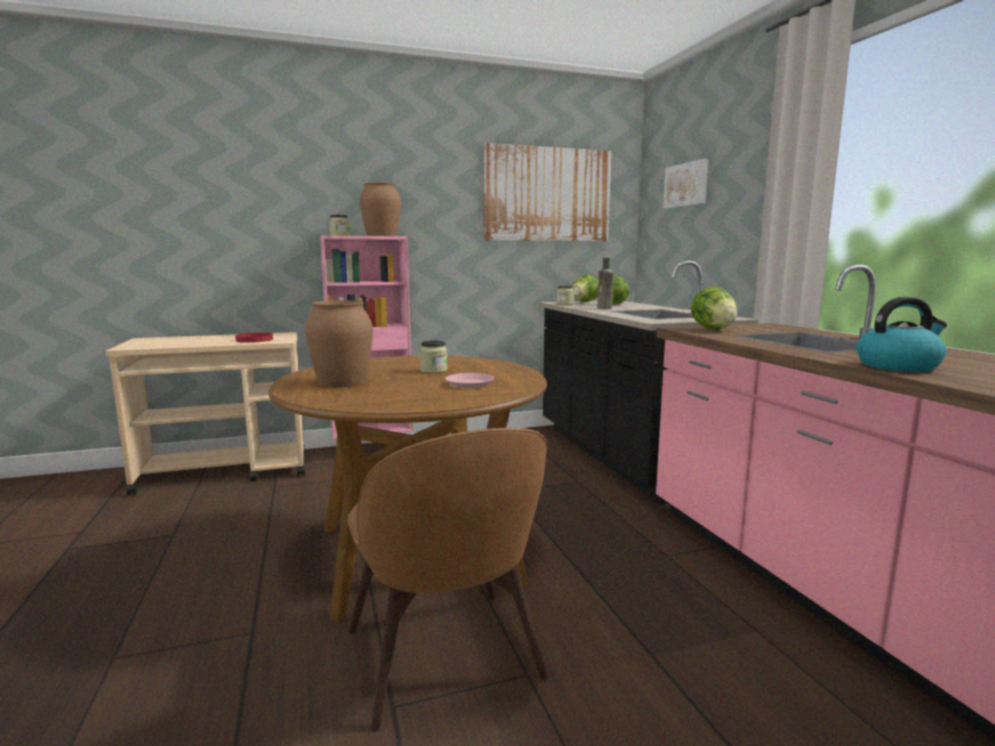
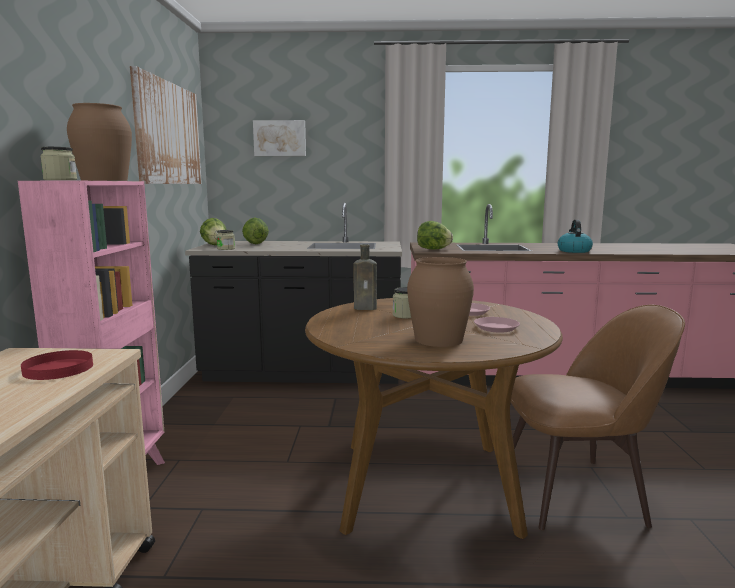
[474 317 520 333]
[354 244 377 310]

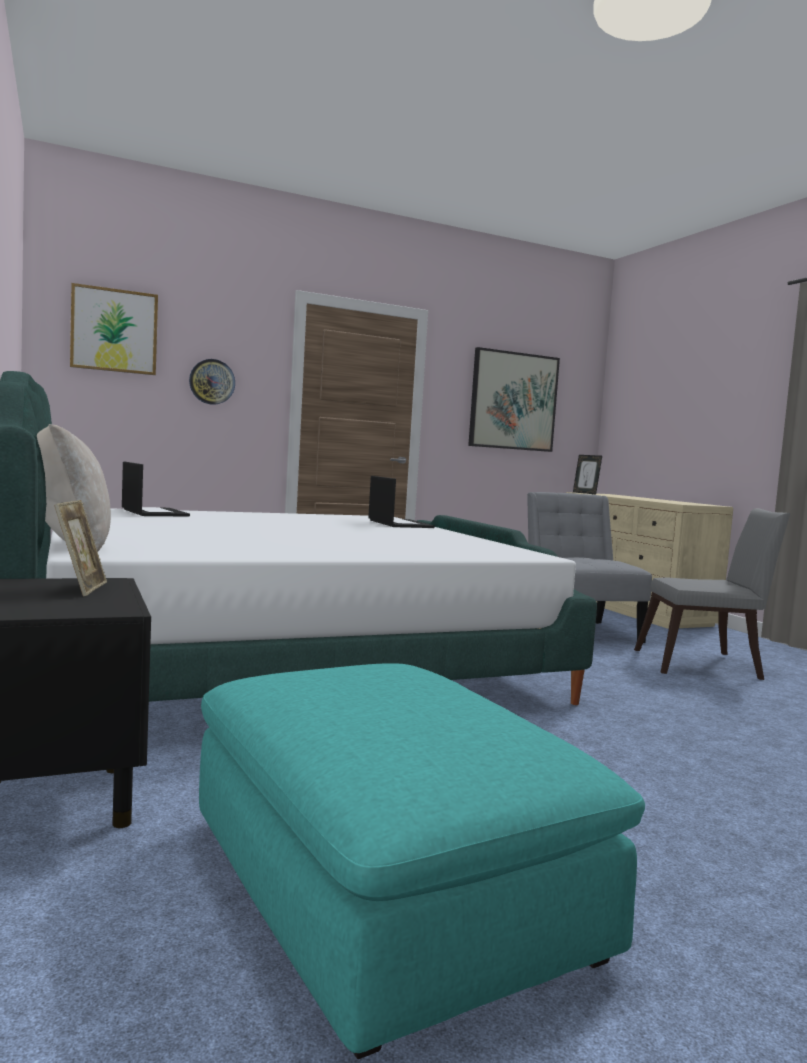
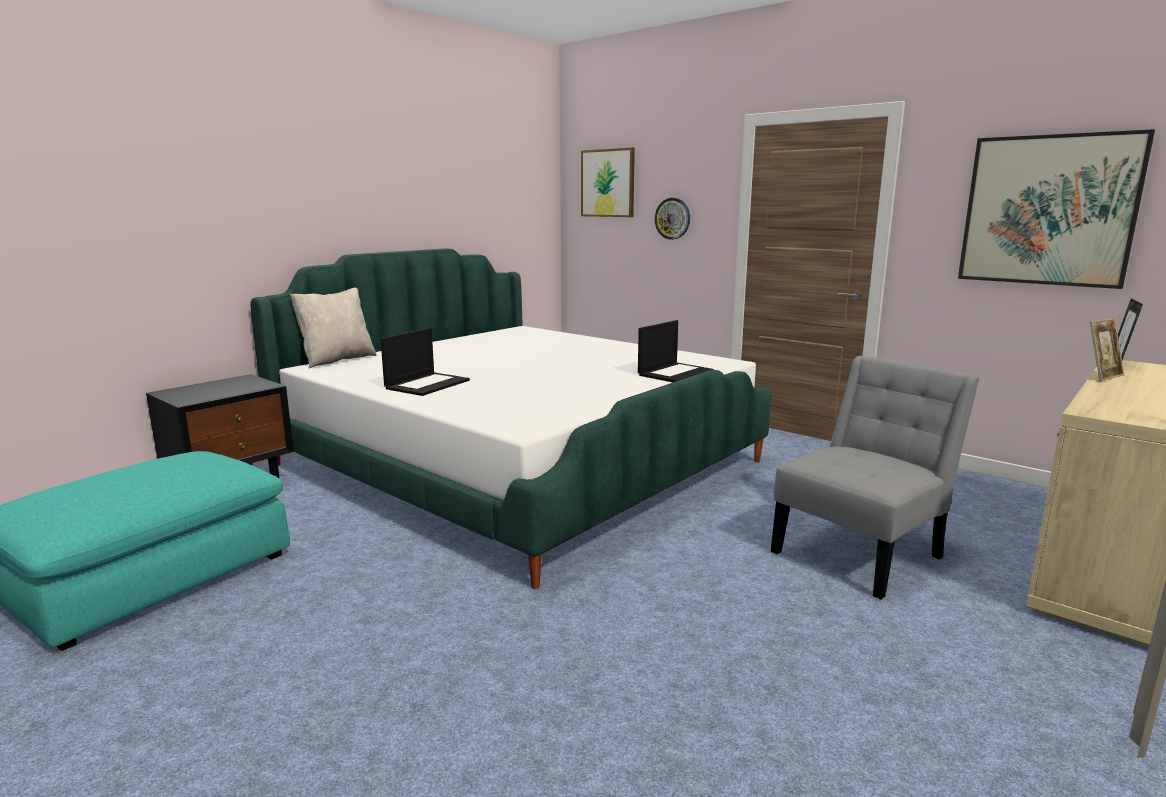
[634 508 790 680] (first image)
[1090 318 1124 382]
[381 328 470 396]

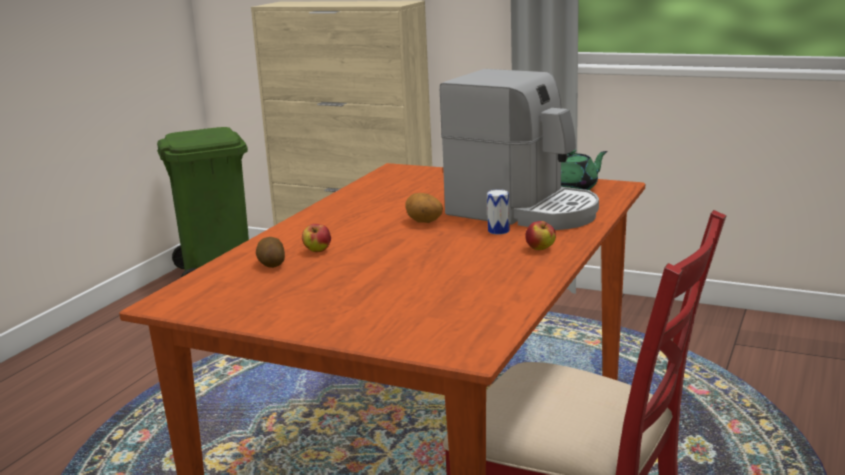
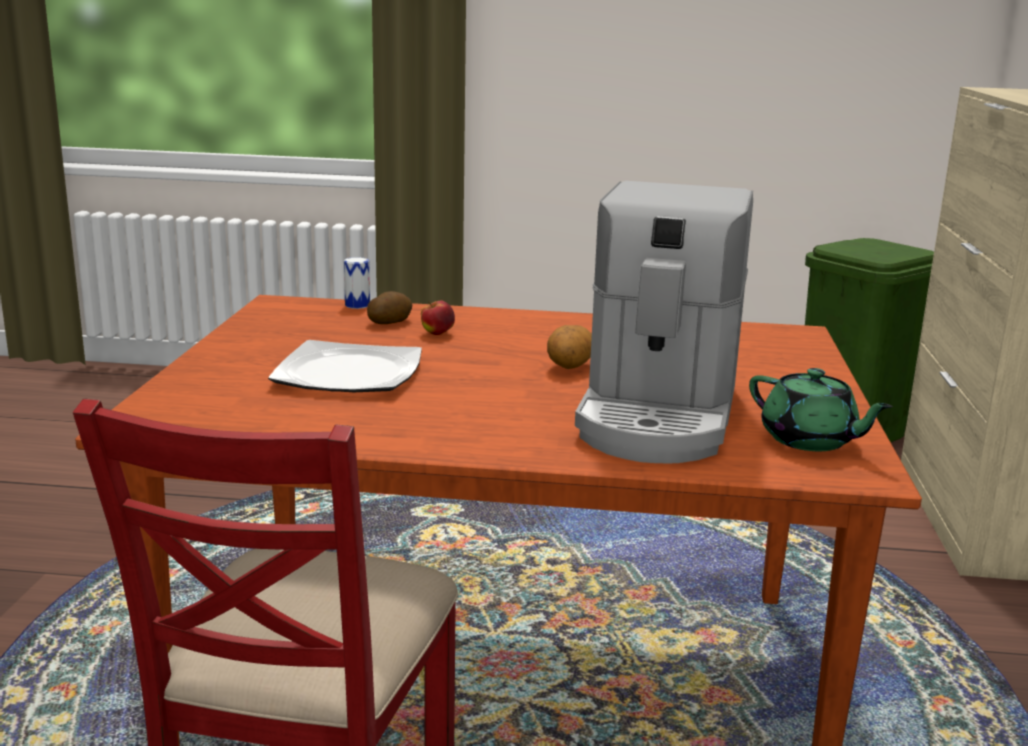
[525 221 556 250] (first image)
[268 340 422 392]
[344 257 370 309]

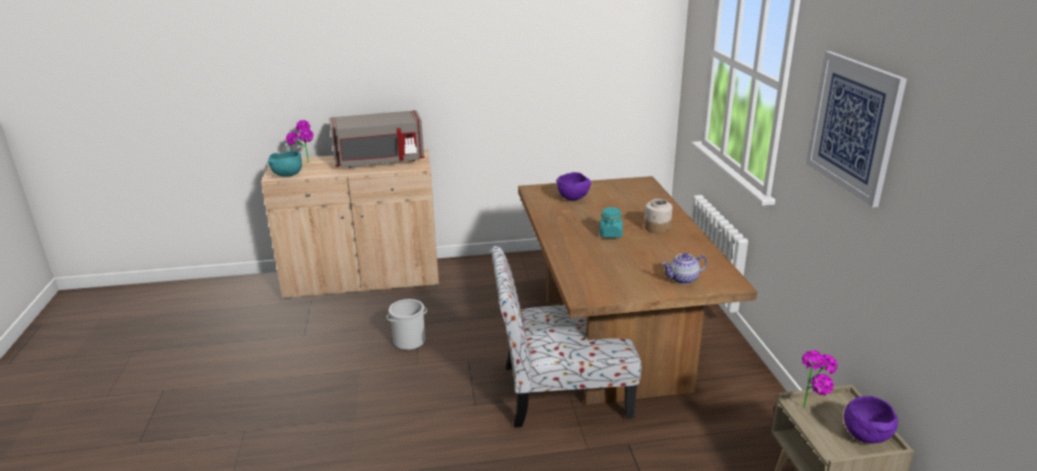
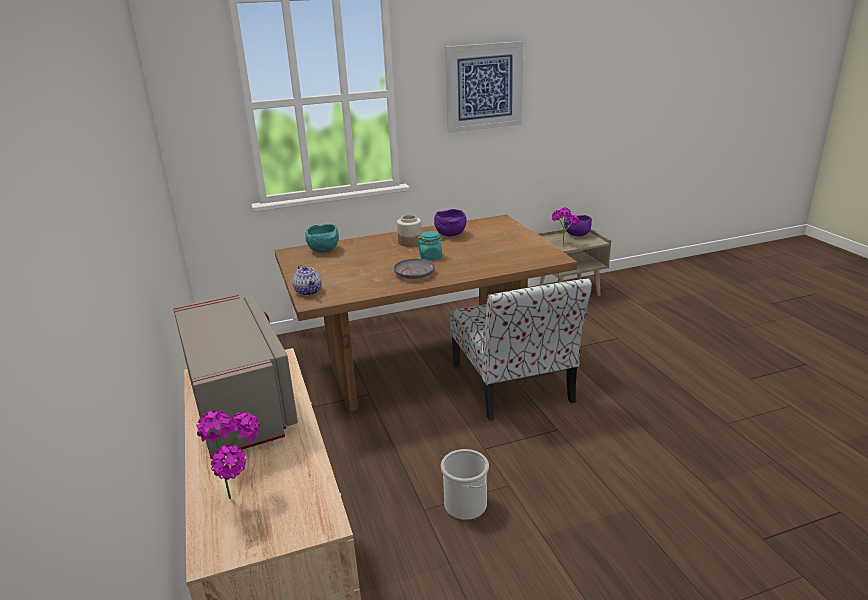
[394 258 435 279]
[305 224 339 252]
[434 209 466 236]
[292 265 322 296]

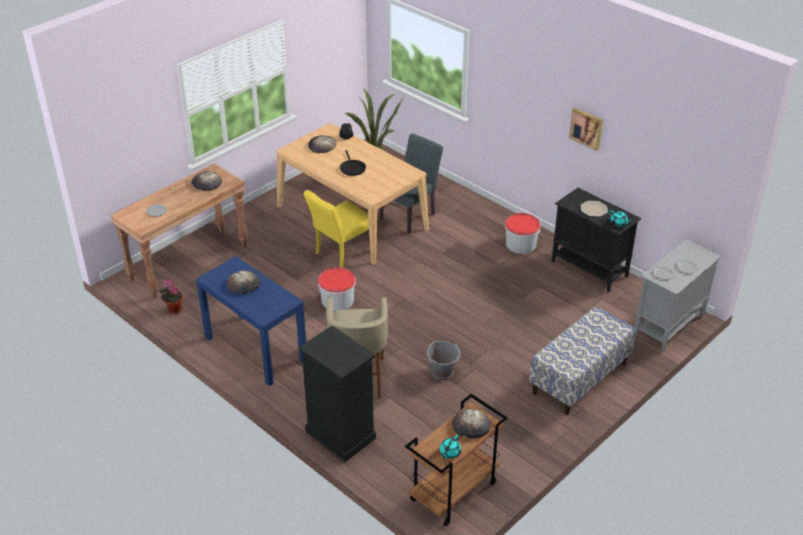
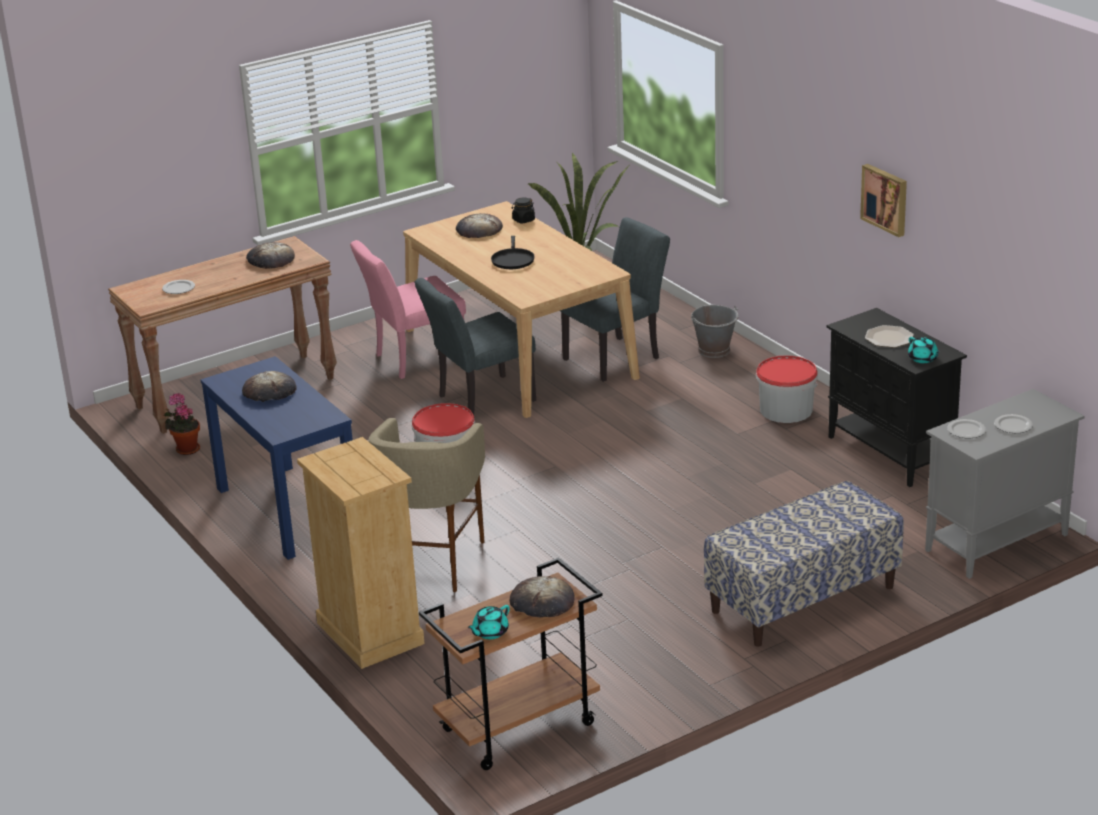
[350 240 466 379]
[691 305 739 358]
[297 437 425 669]
[415 278 536 415]

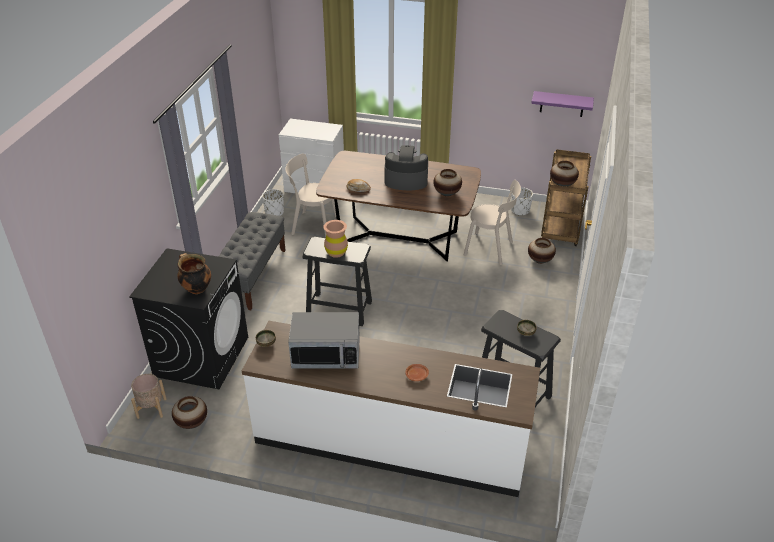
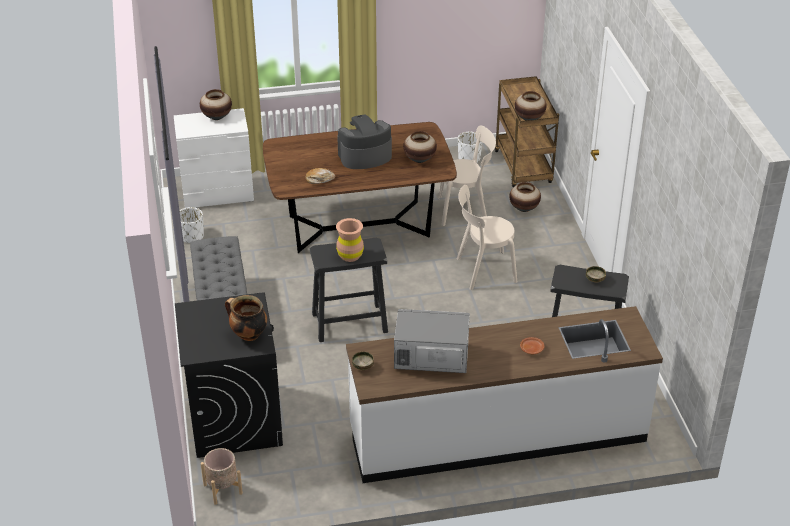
[531 91 594 117] (first image)
[200 89 232 120]
[457 185 517 290]
[394 309 470 373]

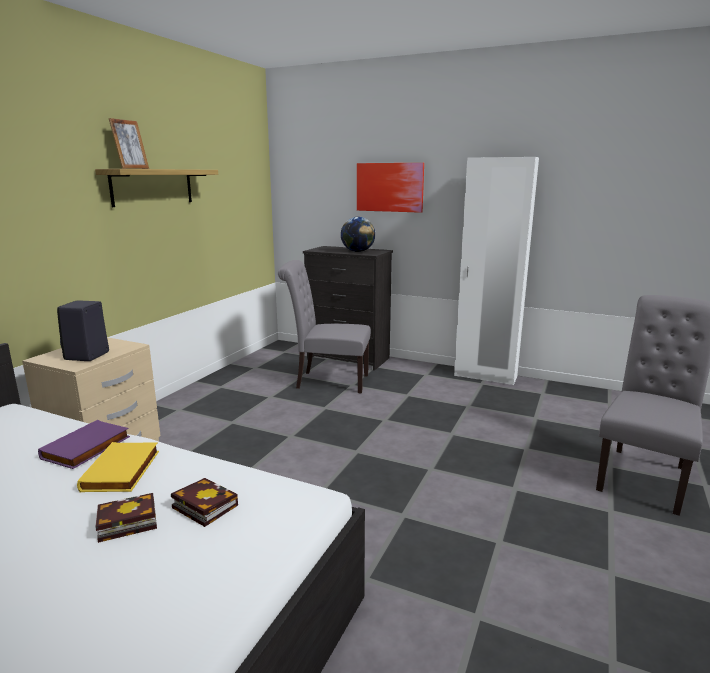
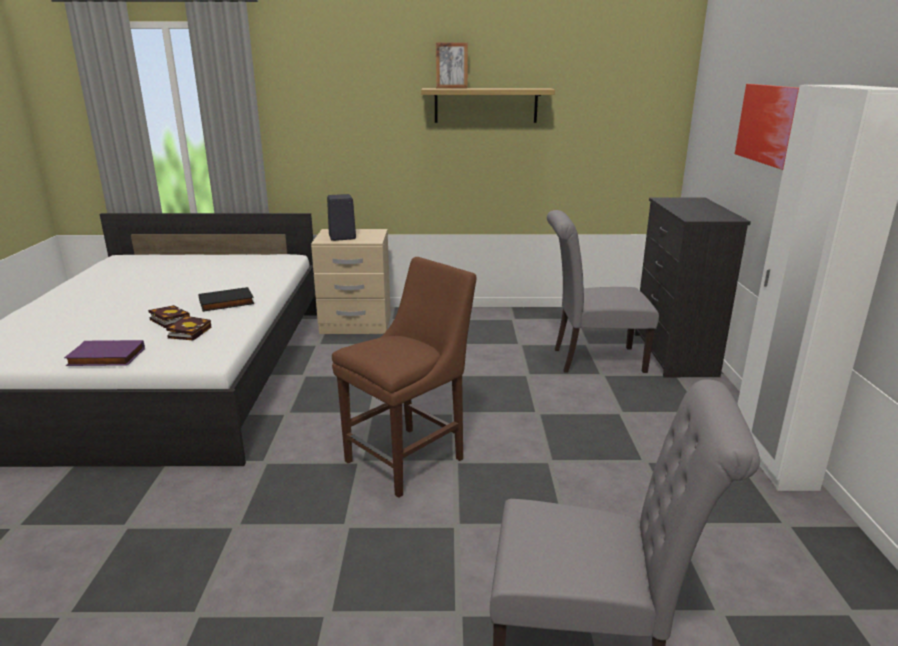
[341 217 375 252] (first image)
[332 257 476 498]
[64 340 145 366]
[198 287 254 312]
[547 210 659 373]

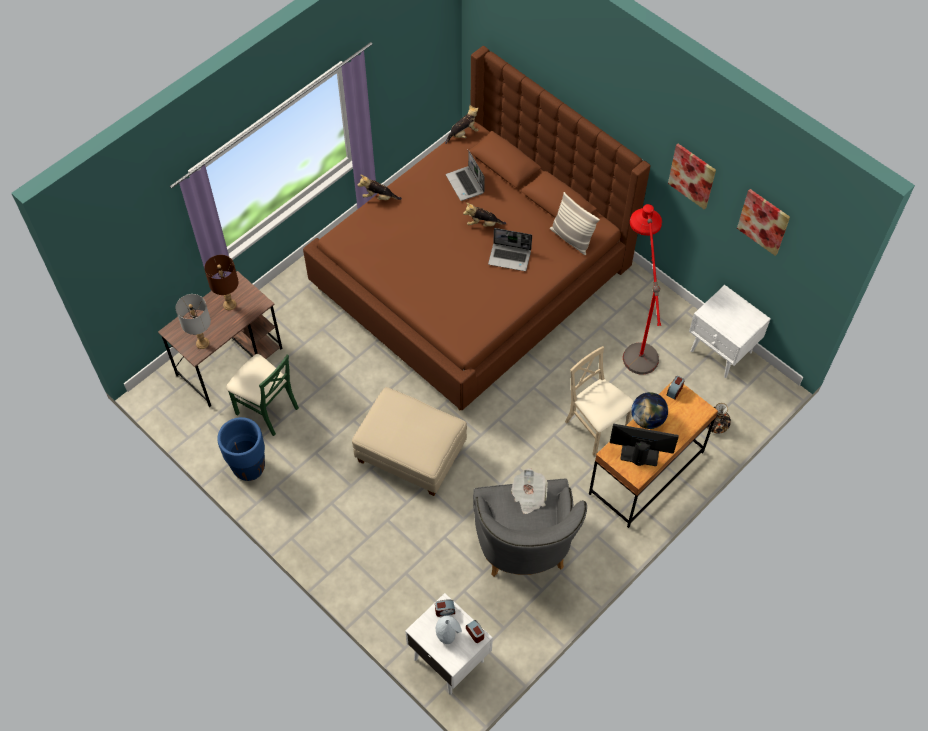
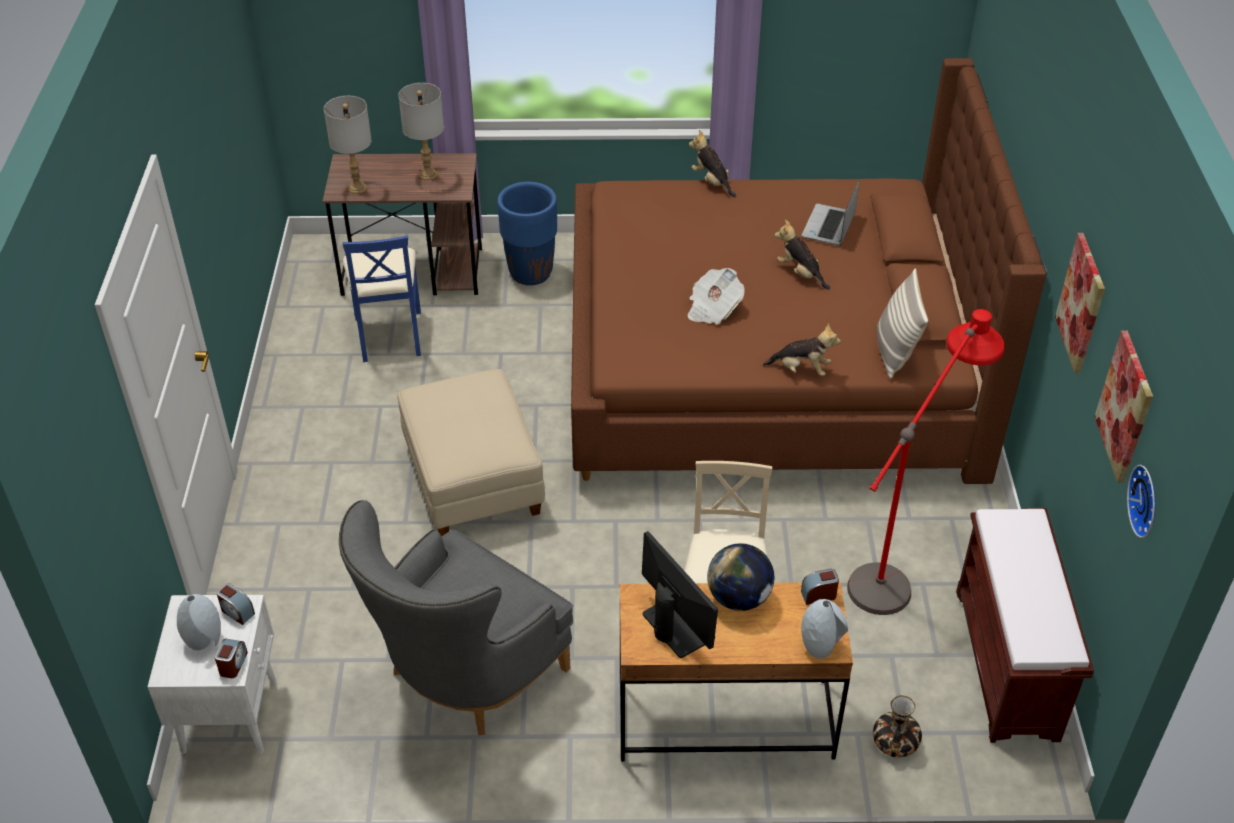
[488 228 532 271] (first image)
[801 599 848 659]
[1127 465 1156 538]
[497 182 557 285]
[763 323 841 376]
[688 268 745 325]
[956 508 1094 743]
[398 83 444 180]
[342 236 421 362]

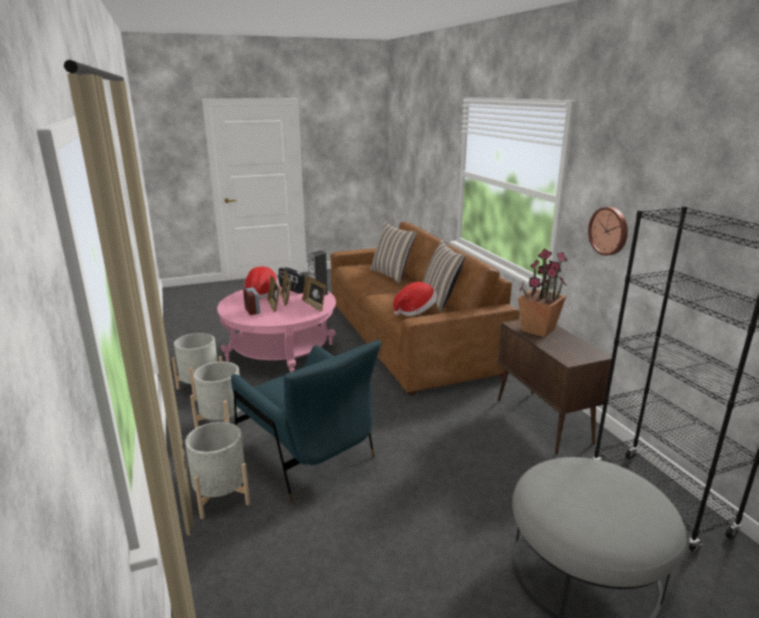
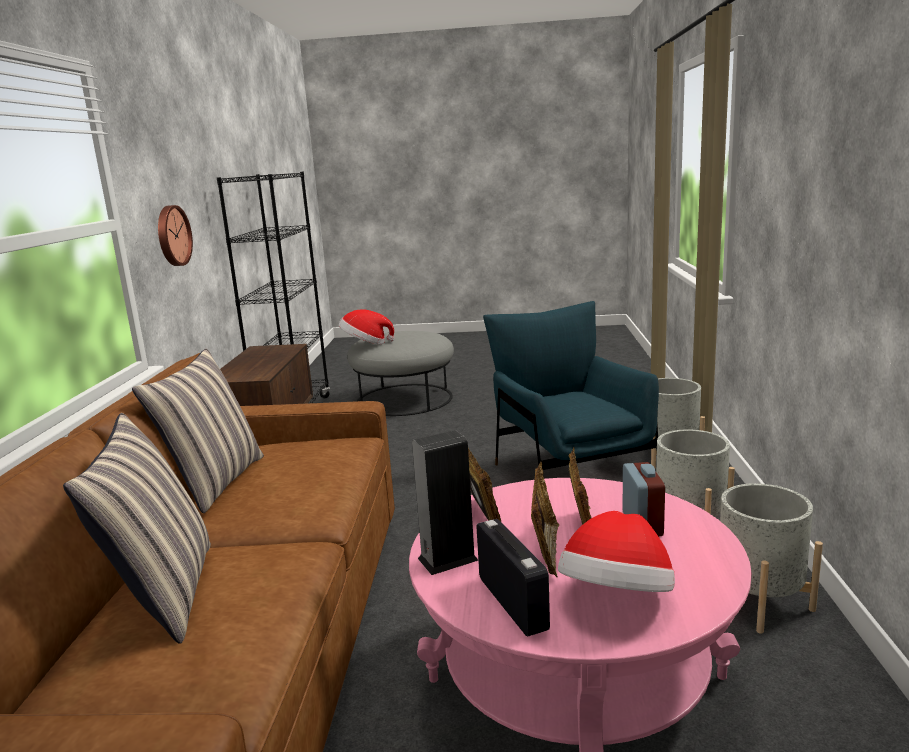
[518 249 568 338] (first image)
[339 309 394 344]

